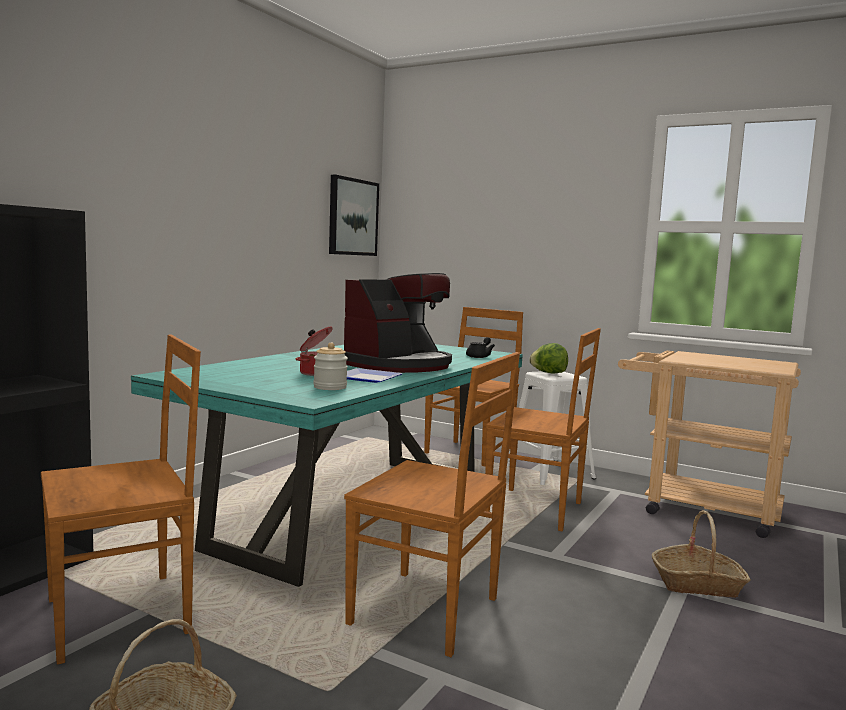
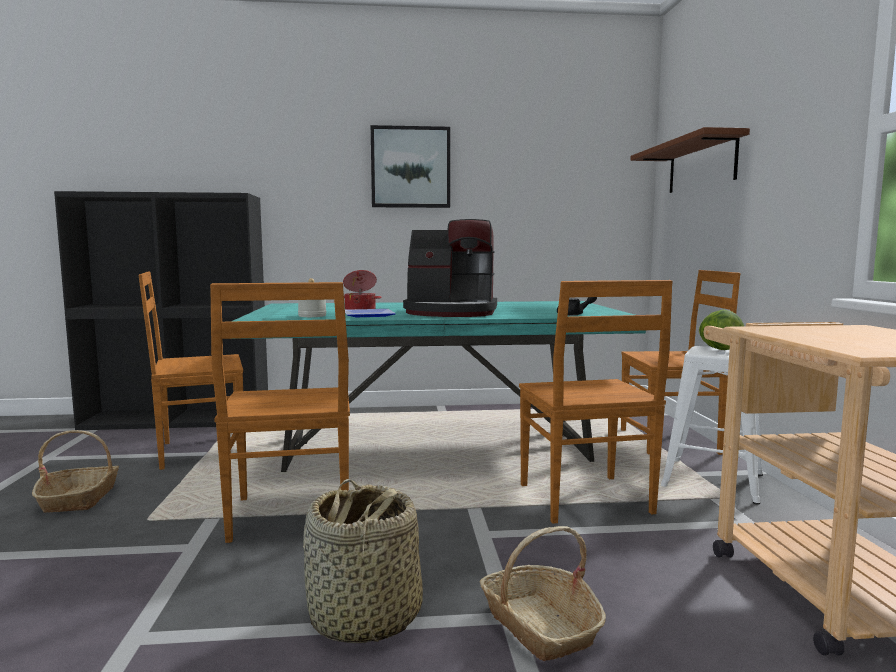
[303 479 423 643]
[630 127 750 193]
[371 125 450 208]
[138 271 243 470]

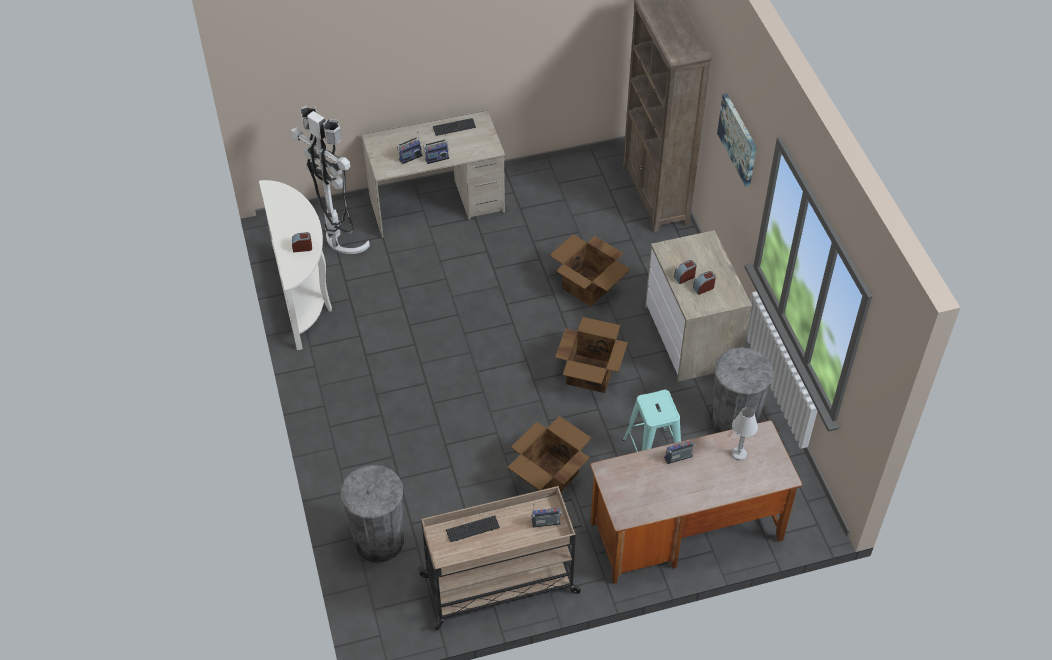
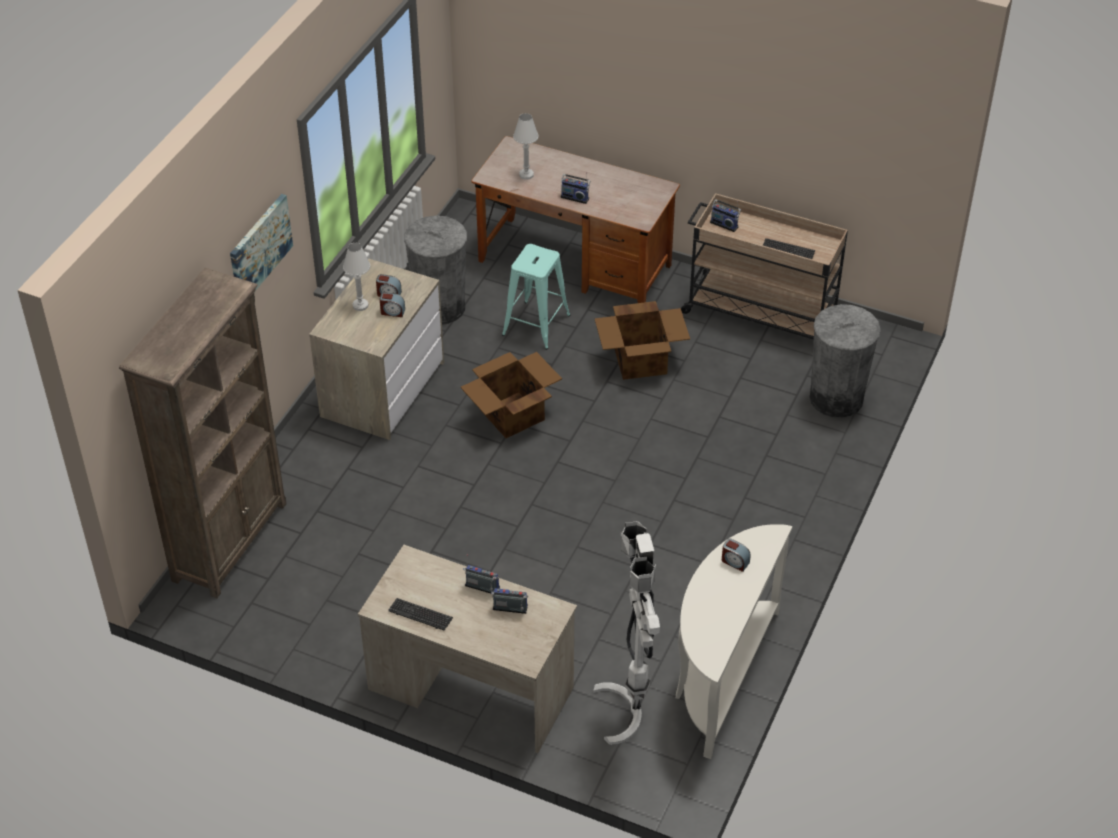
[550 234 630 307] (first image)
[343 243 370 311]

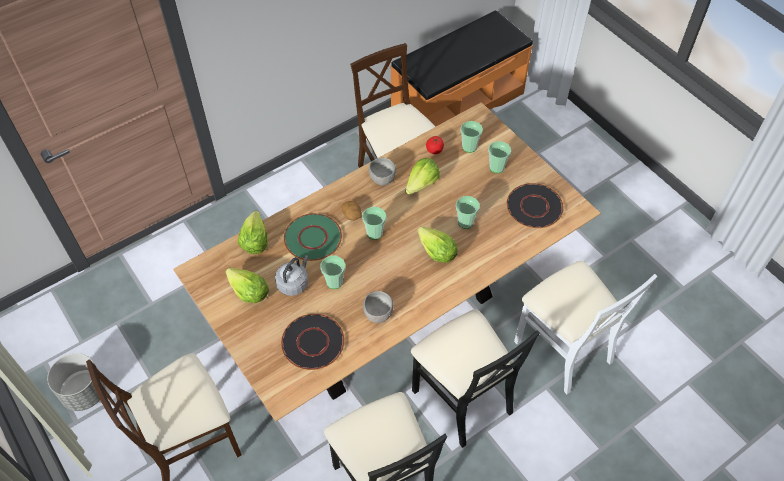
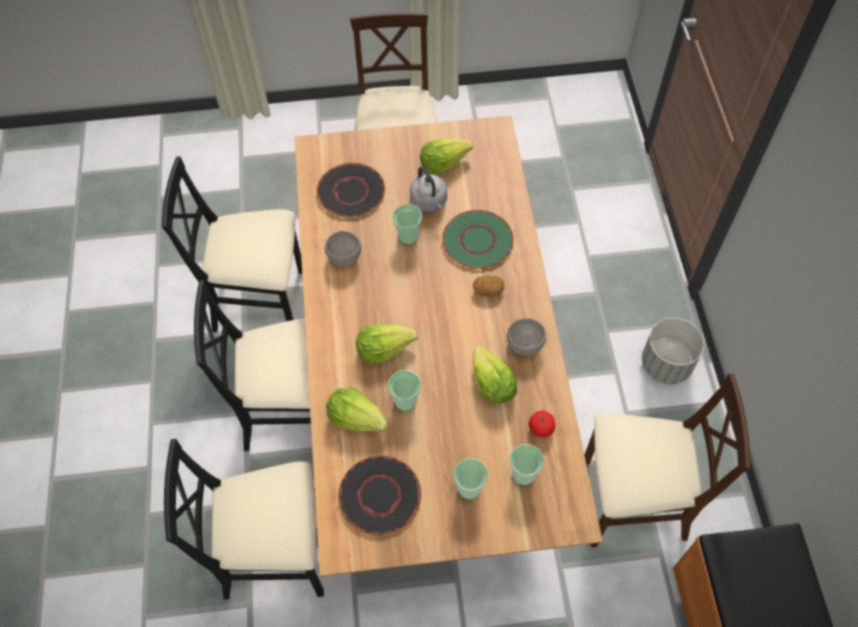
[362 207 386 240] (first image)
[642 318 704 384]
[326 388 388 432]
[164 439 324 600]

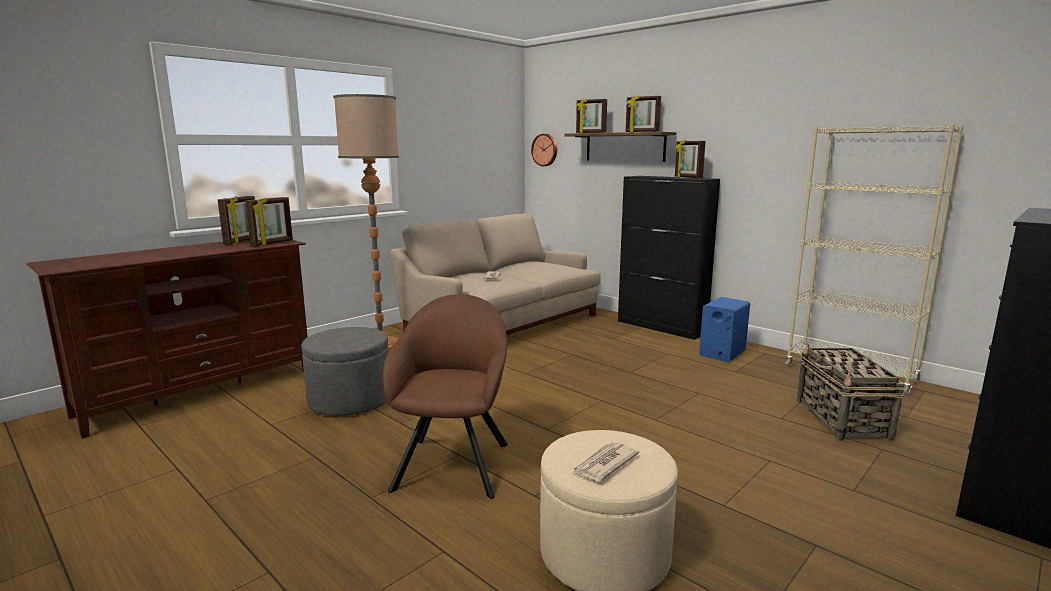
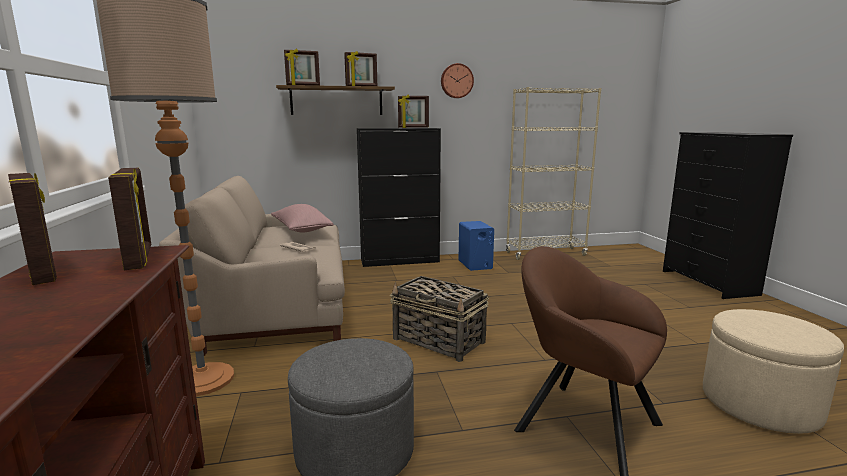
[573 442 639 481] (first image)
[271 204 334 233]
[441 63 474 98]
[390 276 489 362]

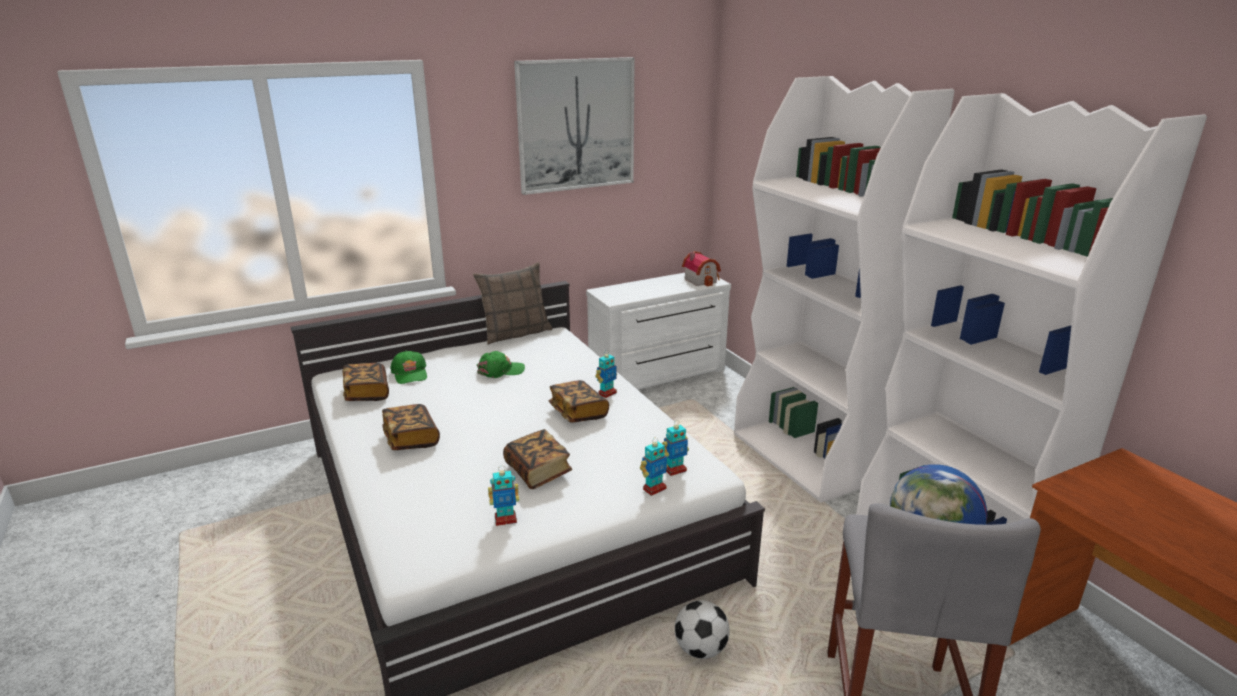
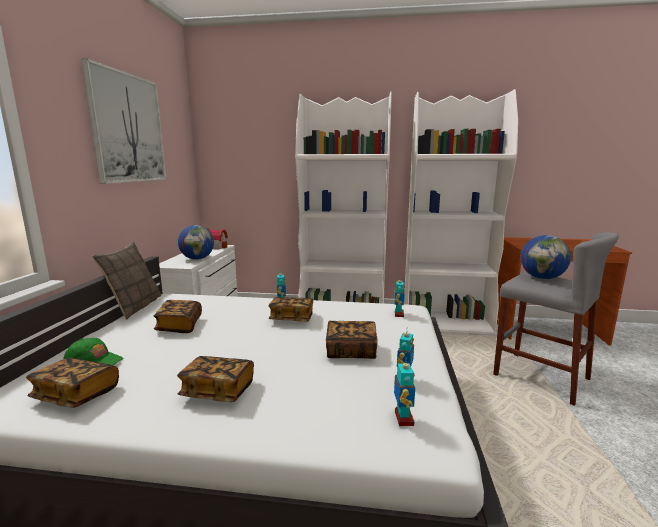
[674 600 730 659] (first image)
[178 225 214 260]
[394 357 415 426]
[154 300 202 333]

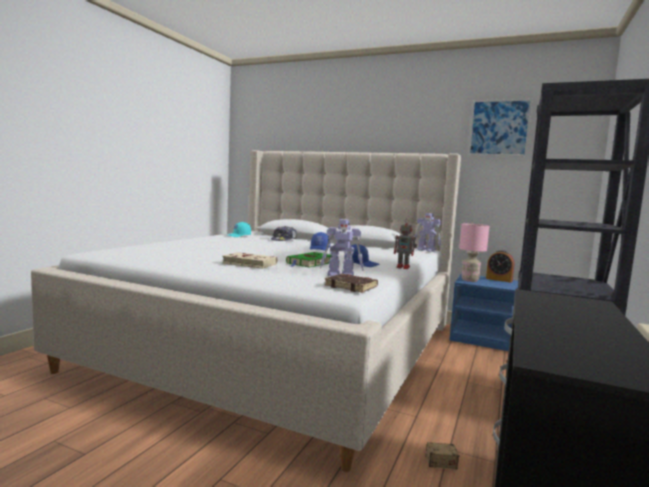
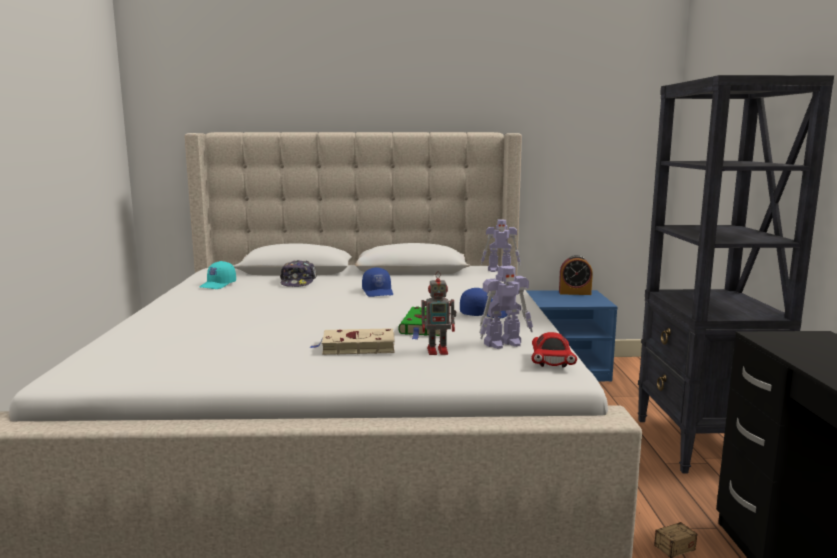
[459 224 489 282] (first image)
[468 98 533 156] (first image)
[422 271 456 355]
[531 332 577 368]

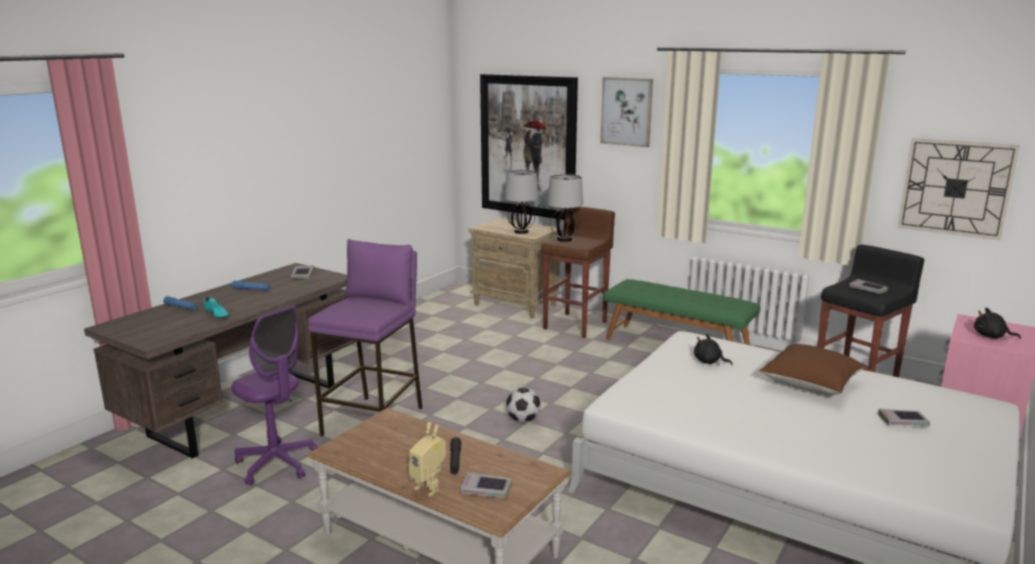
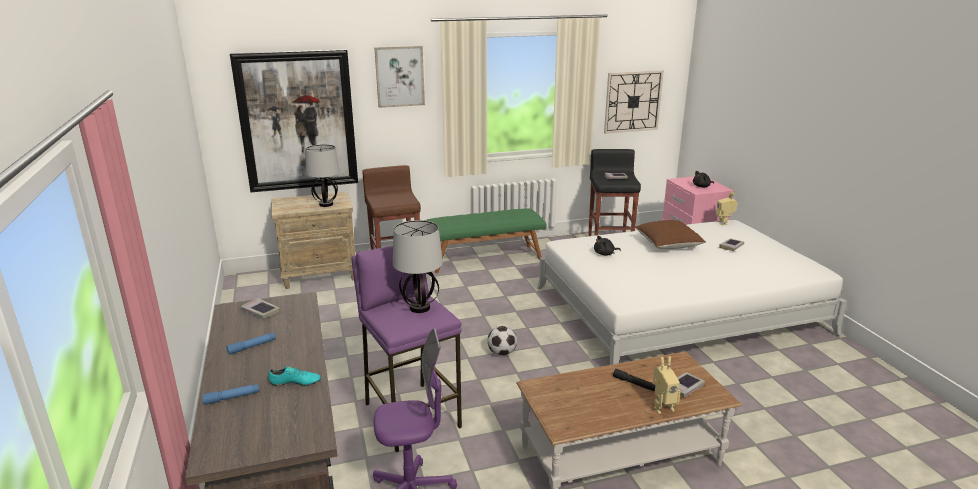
[716 191 738 225]
[393 220 443 313]

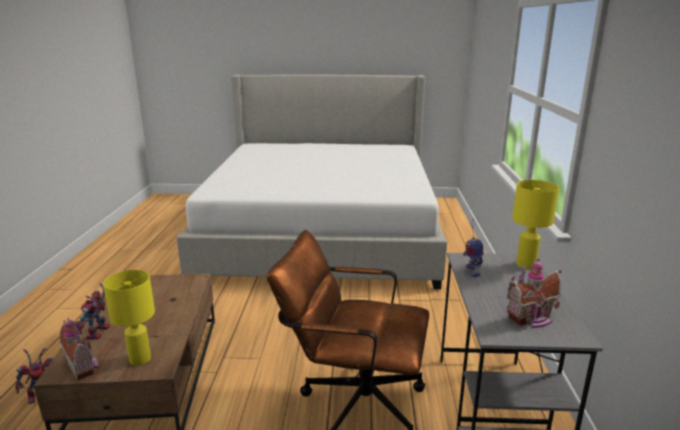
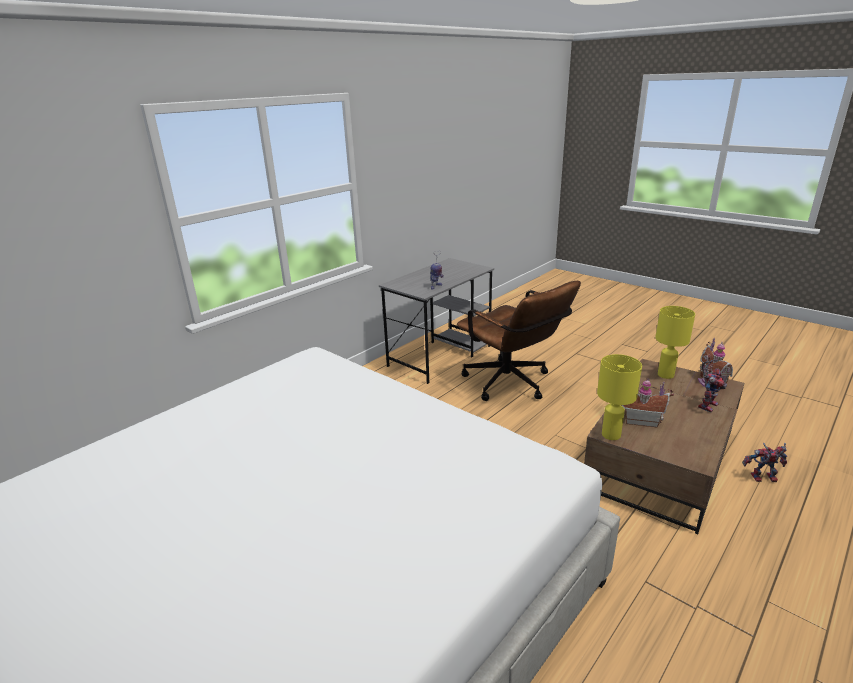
[621 379 674 428]
[597 354 642 440]

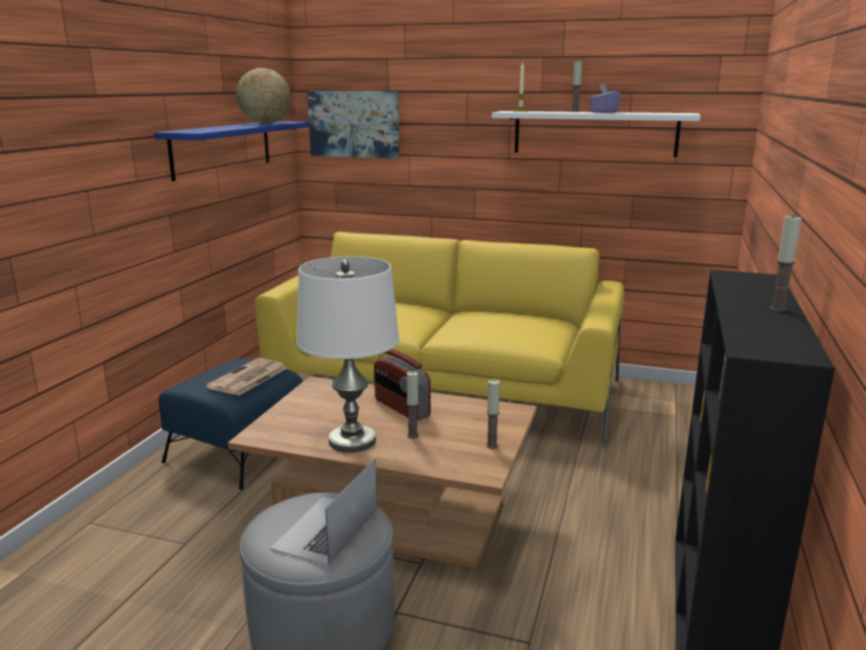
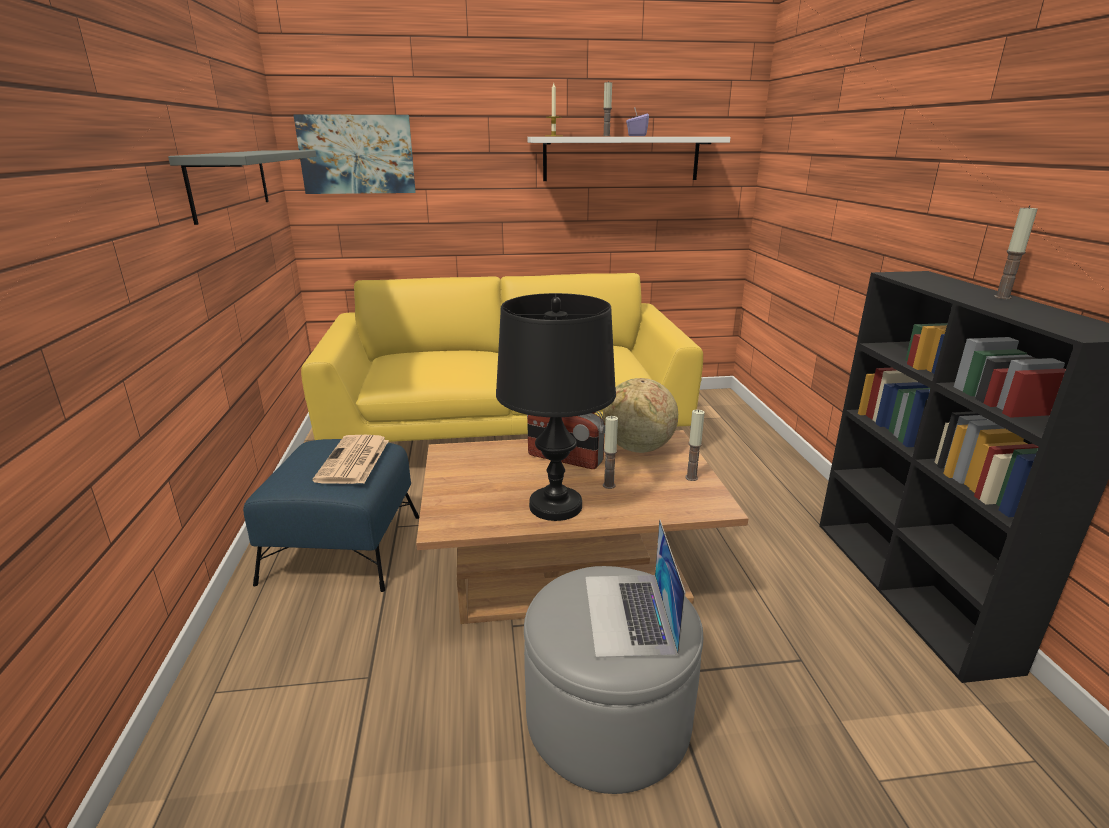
[603 378 678 453]
[168 150 316 225]
[496 293 616 521]

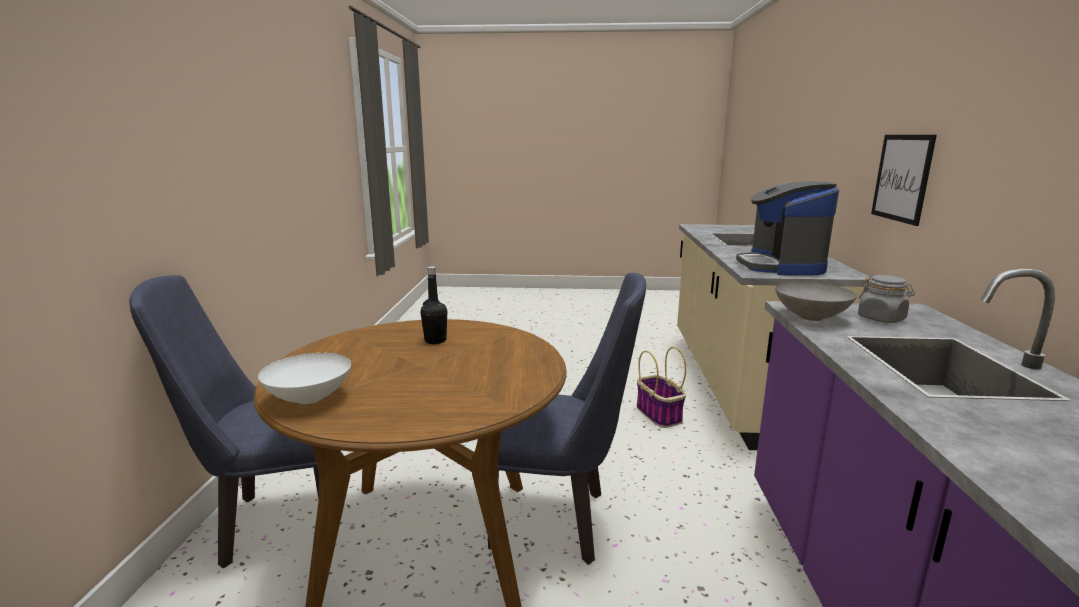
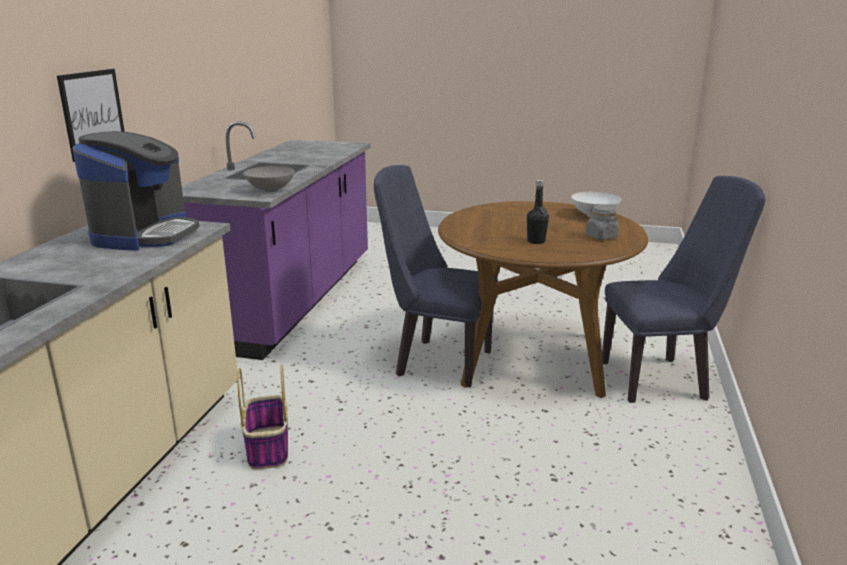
[585 205 619 240]

